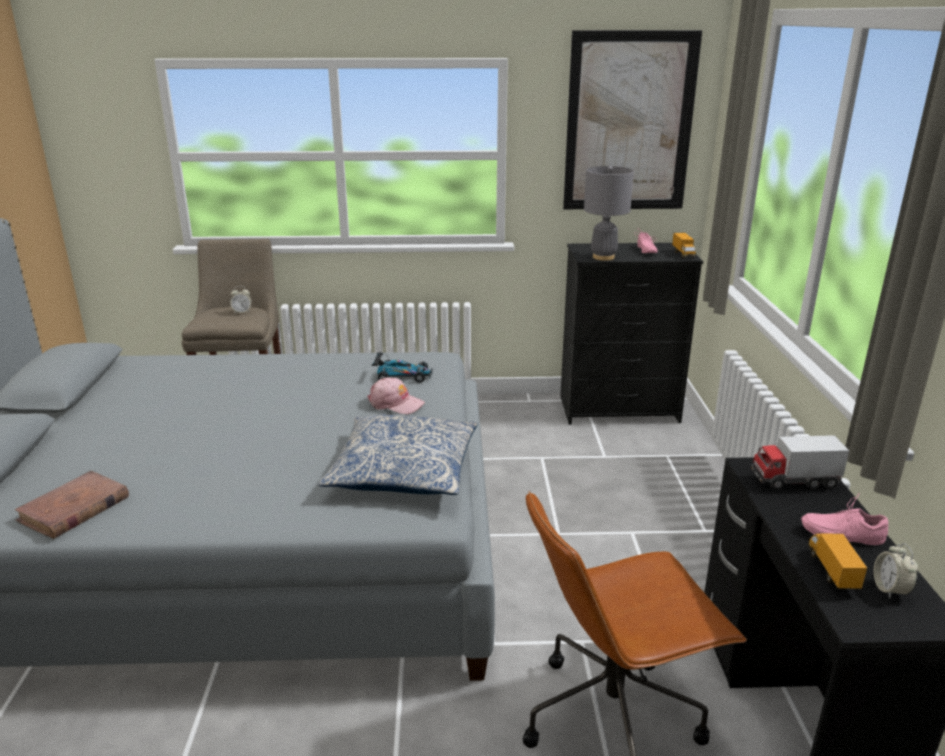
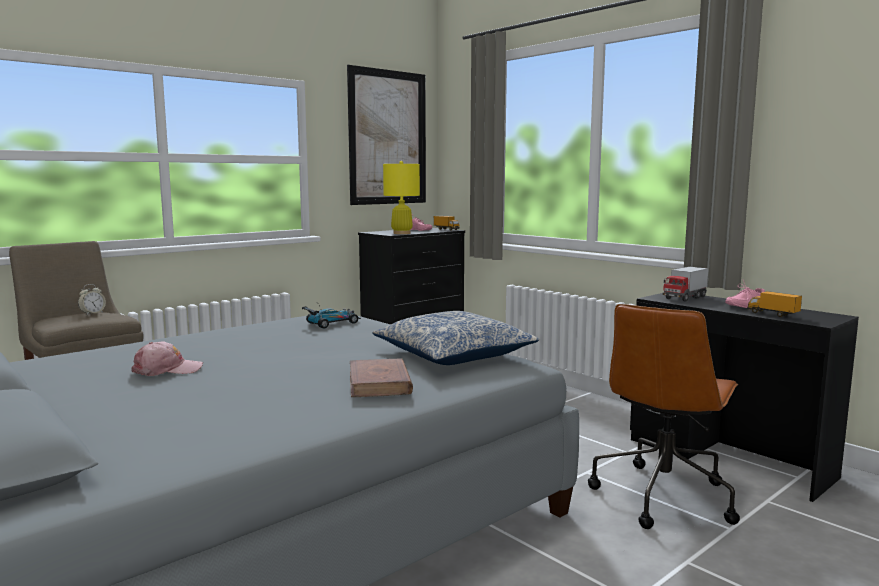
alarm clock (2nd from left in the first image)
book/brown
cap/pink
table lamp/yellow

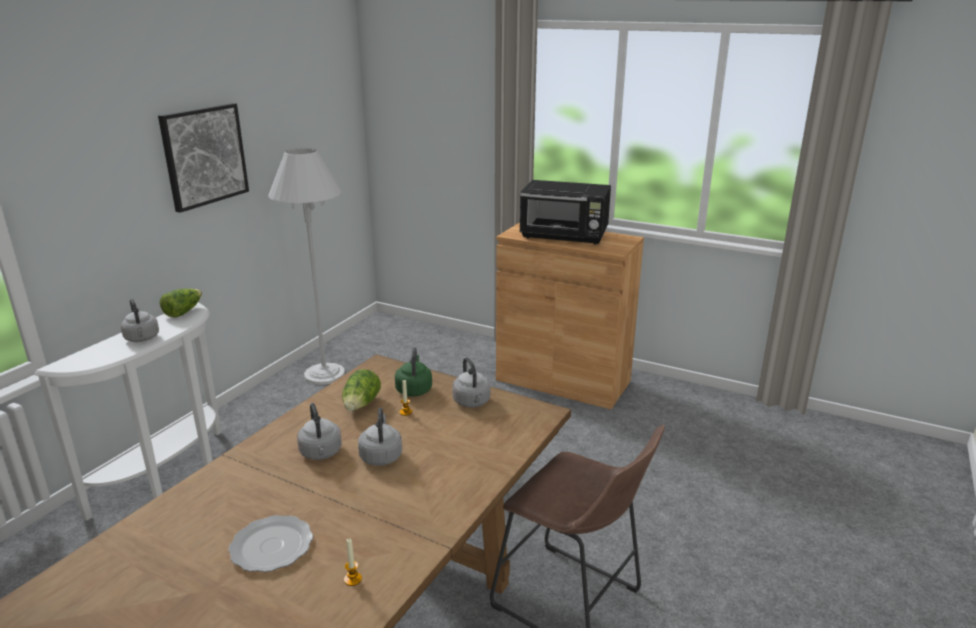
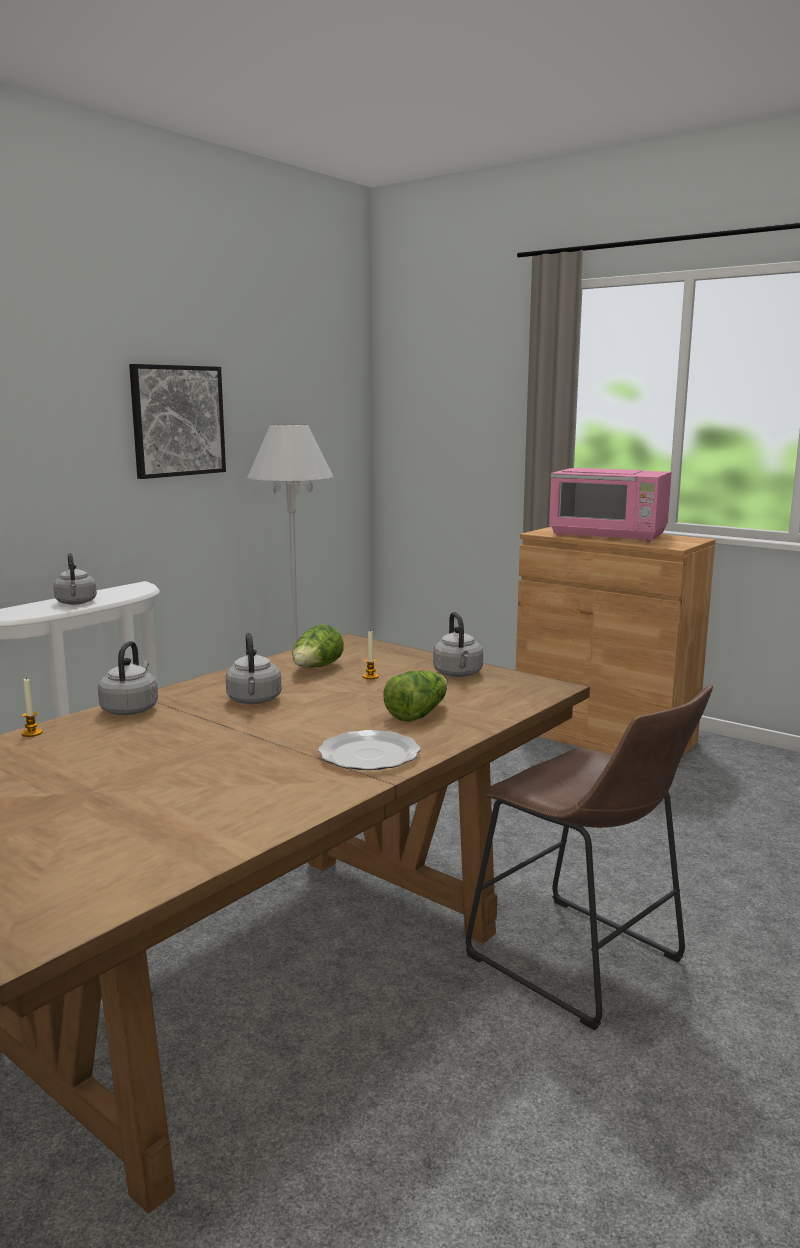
kettle/green
lettuce (2nd from left)
plate
candle (1st from left)
kettle/grey (2nd from left)
microwave/pink

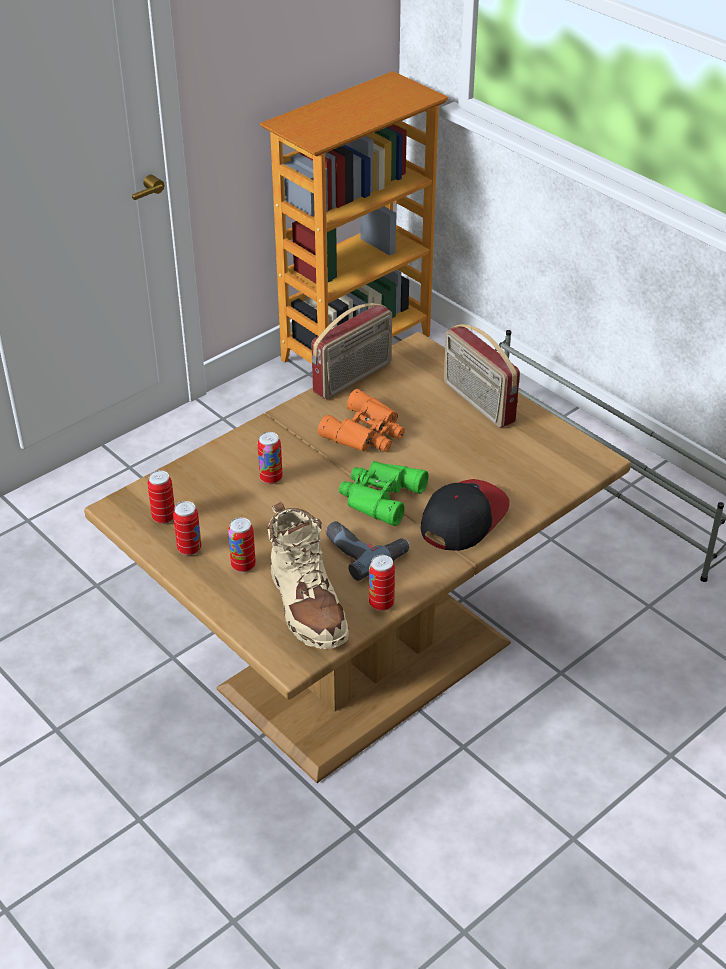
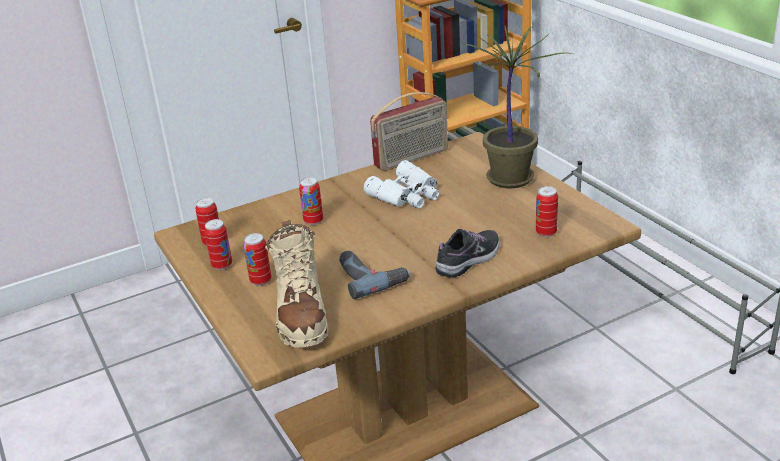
binoculars/green
can (5th from left)
shoe
potted plant
binoculars/white

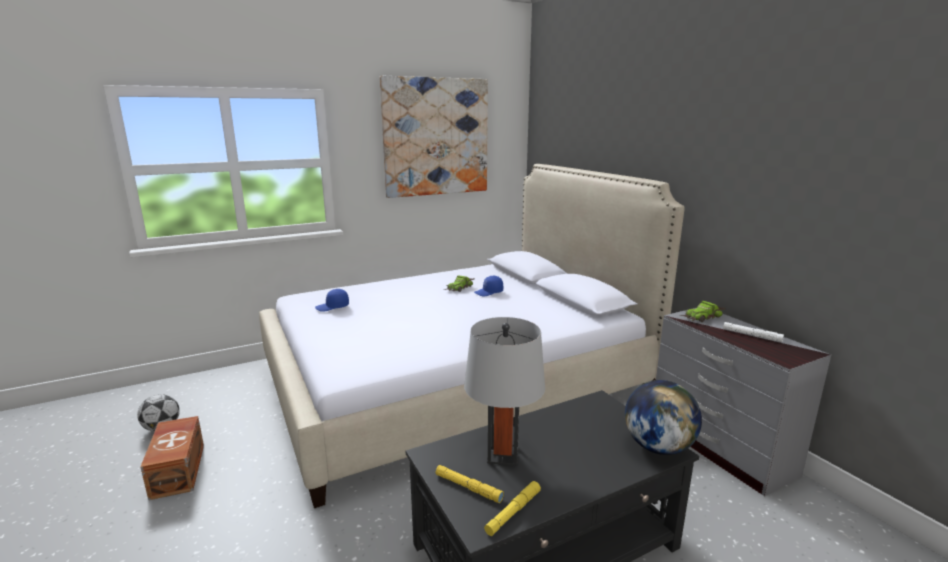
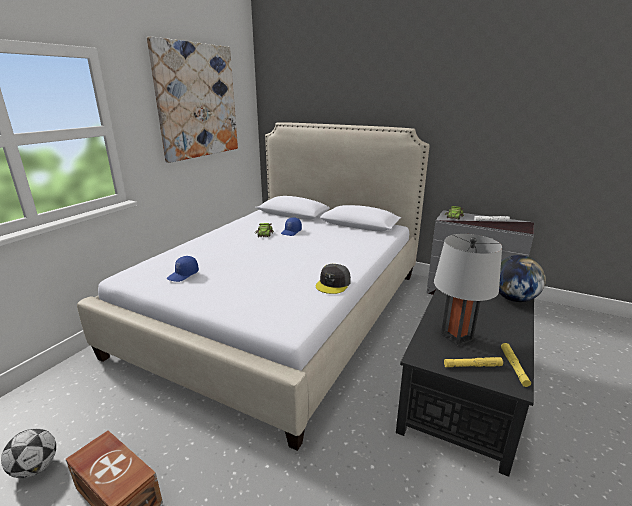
cap/grey

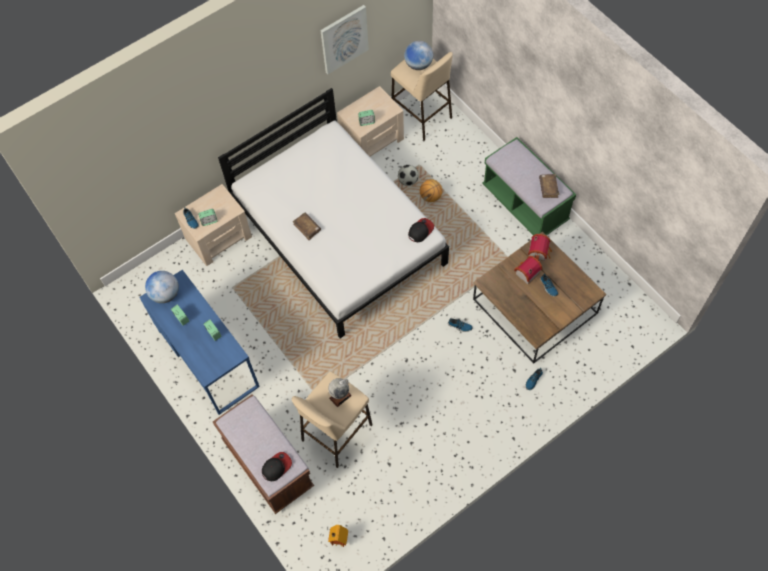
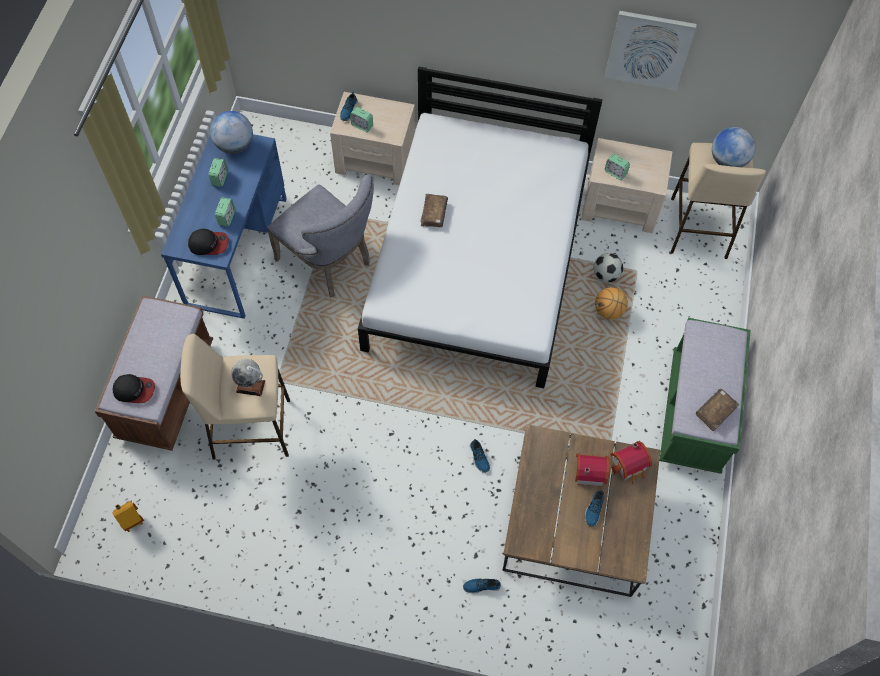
chair/grey
cap (2nd from left)

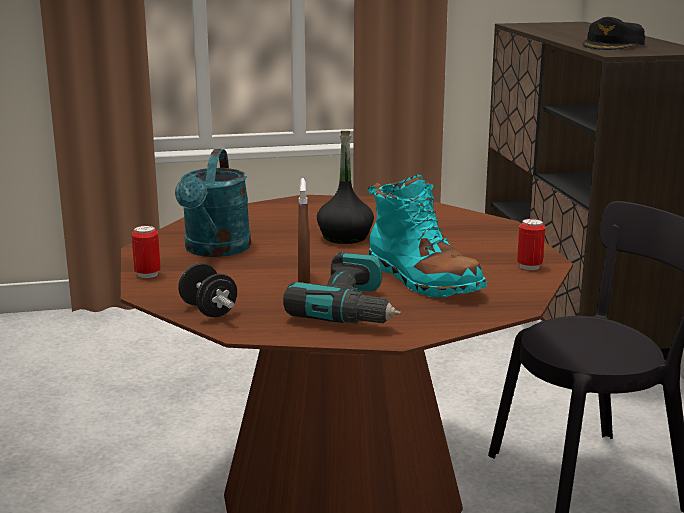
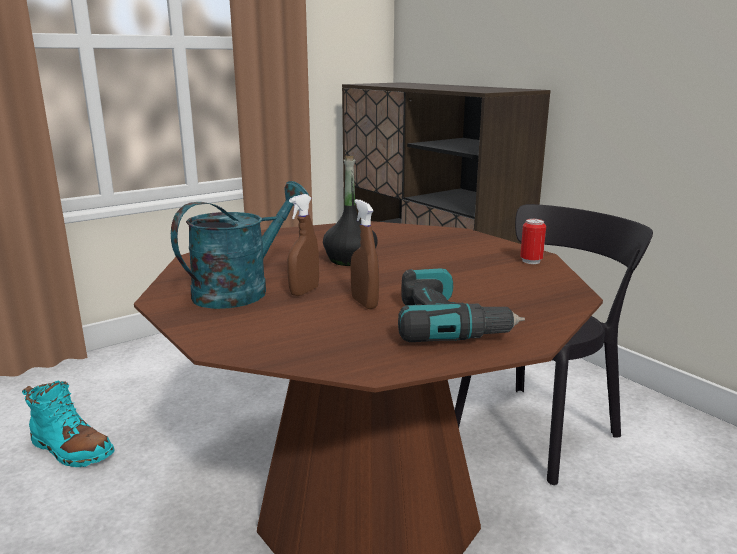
can (1st from left in the first image)
dumbbell/black
cap/black
spray bottle/brown (1st from left)
boot/turquoise
watering can/turquoise

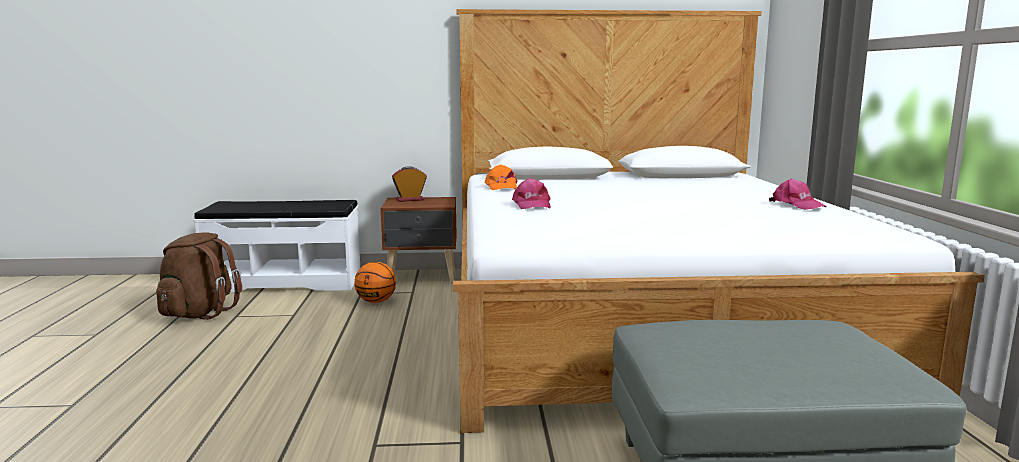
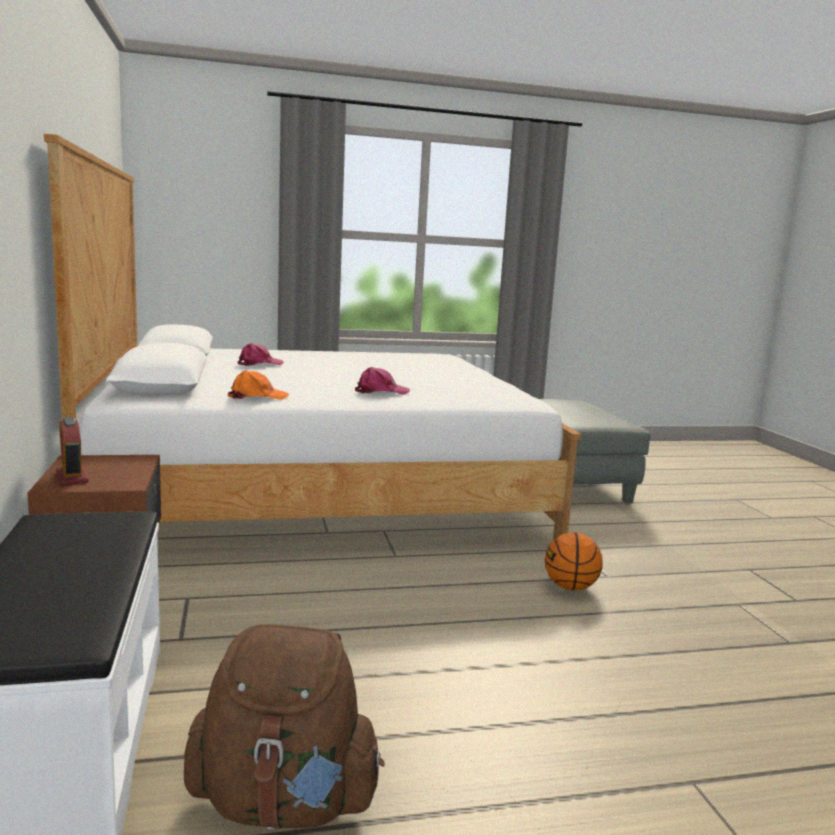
basketball
cap/pink (1st from left)

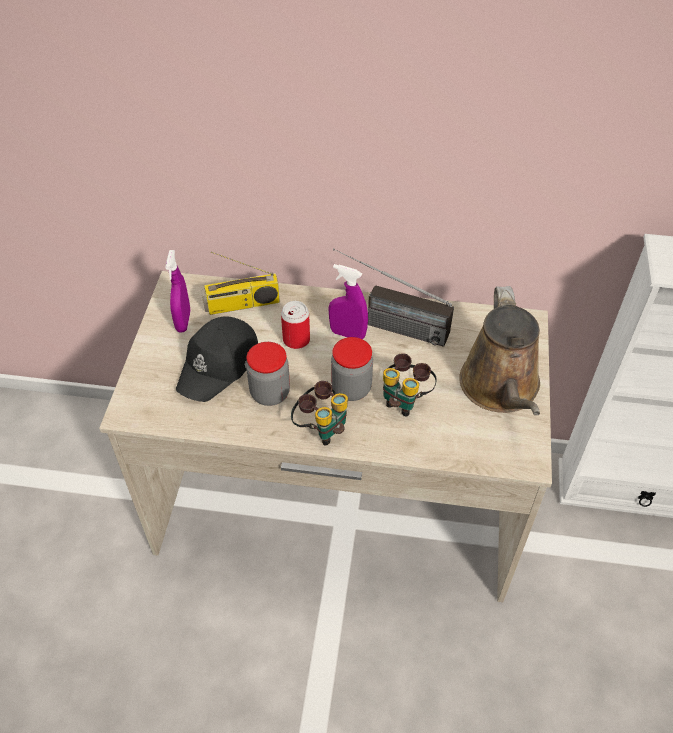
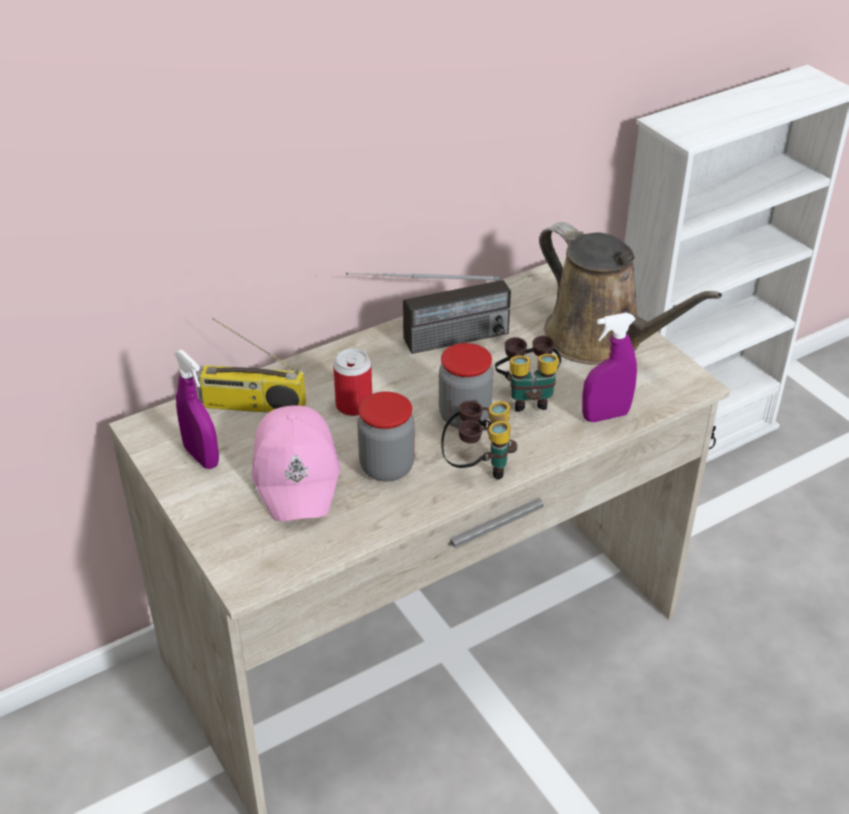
spray bottle/purple (2nd from left)
cap/pink
radio (1st from left)

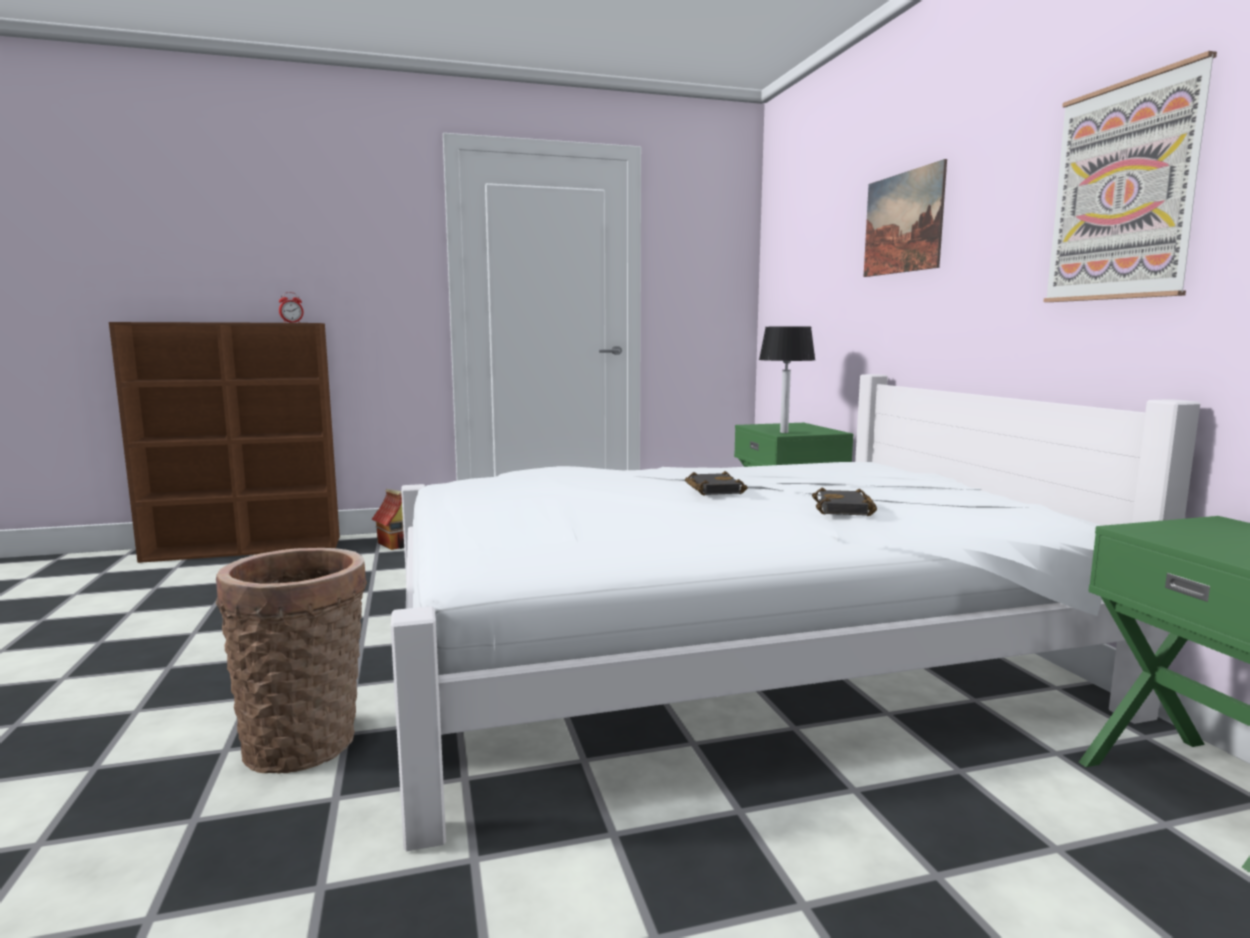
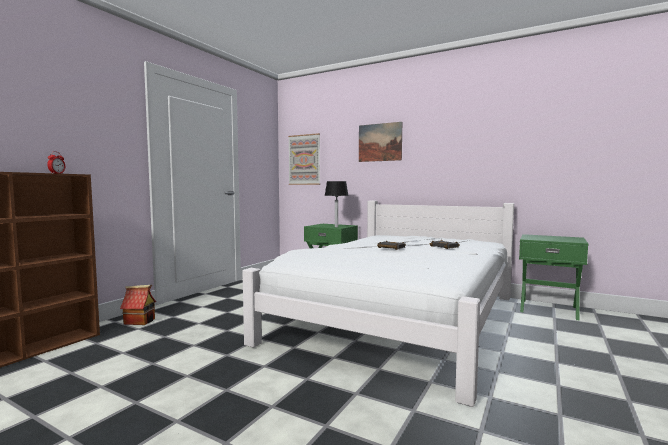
basket
picture (1st from left)

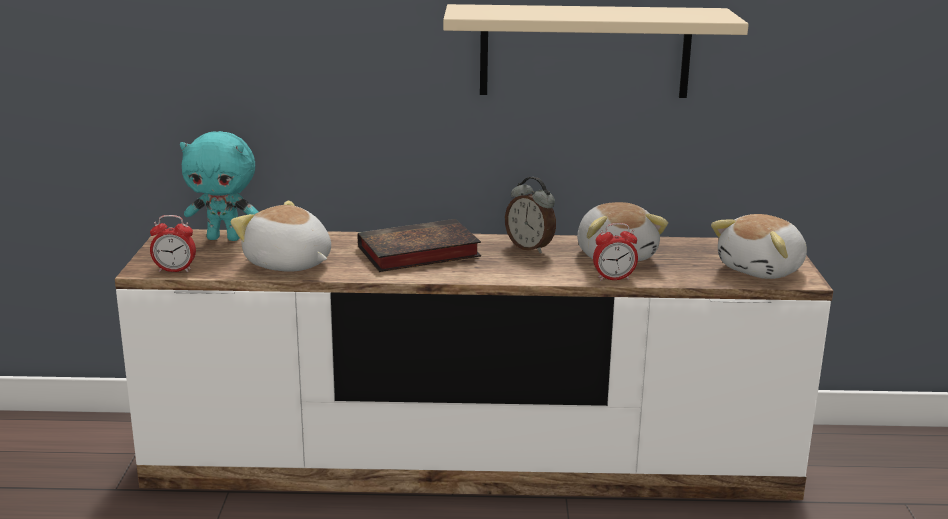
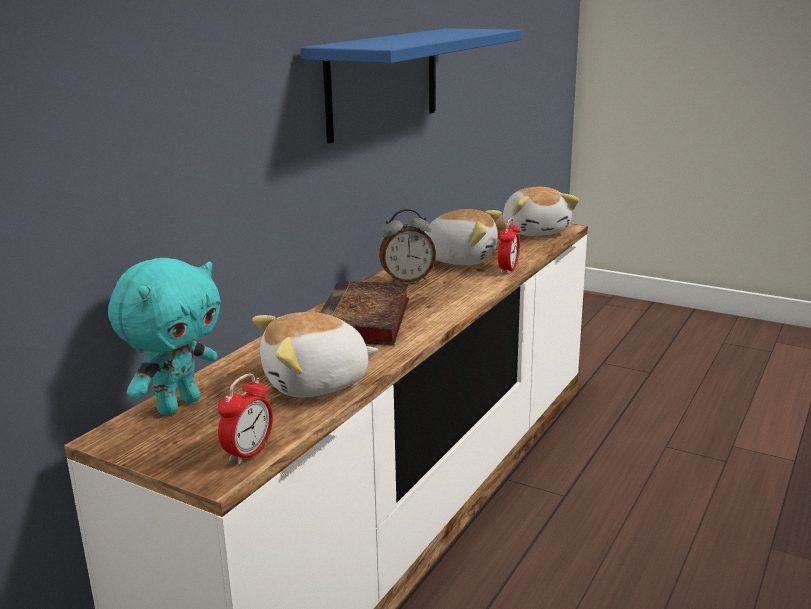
shelf/blue

